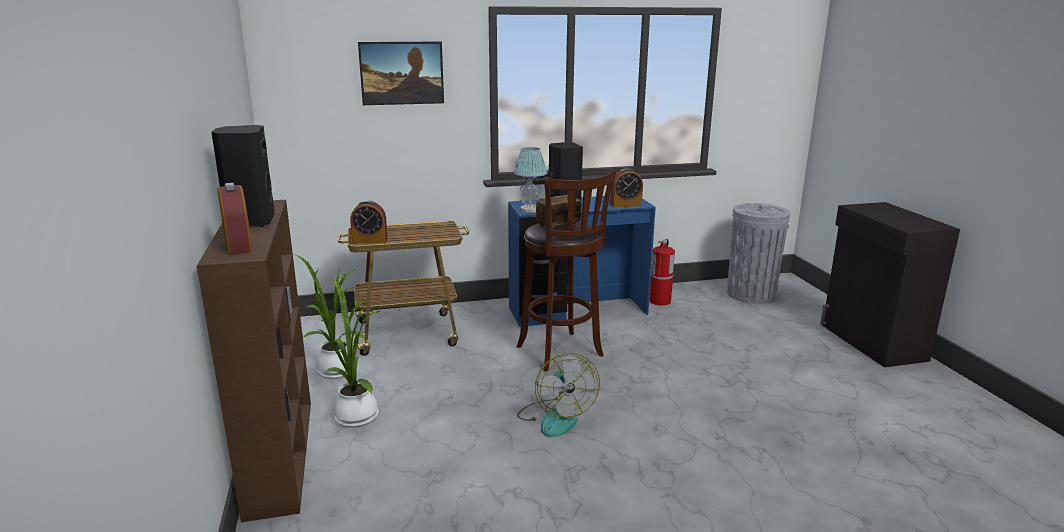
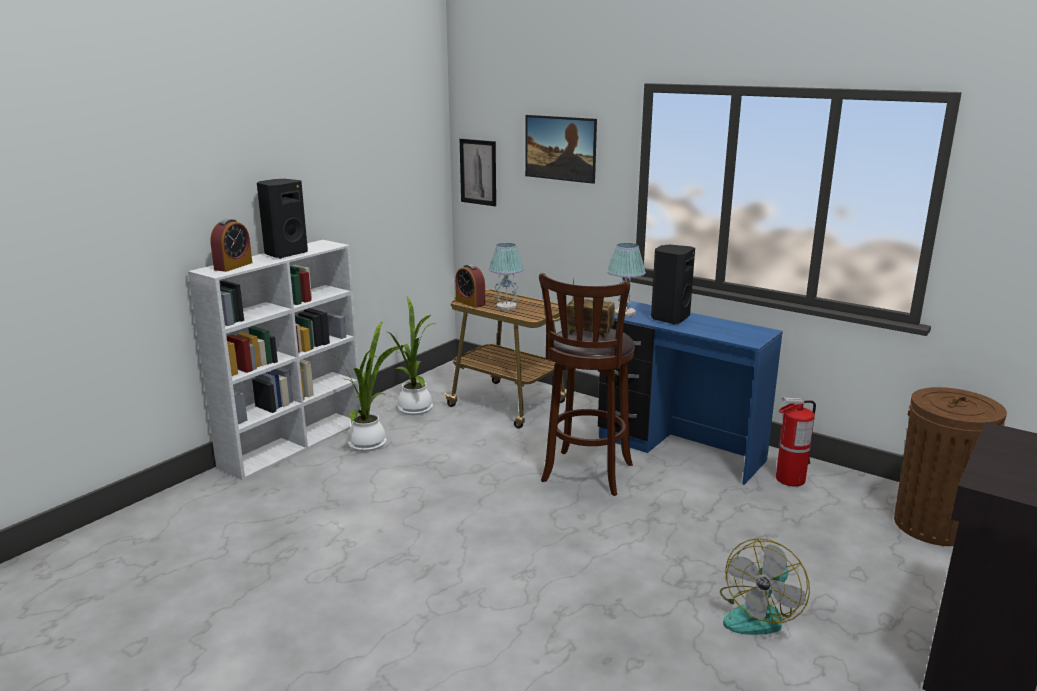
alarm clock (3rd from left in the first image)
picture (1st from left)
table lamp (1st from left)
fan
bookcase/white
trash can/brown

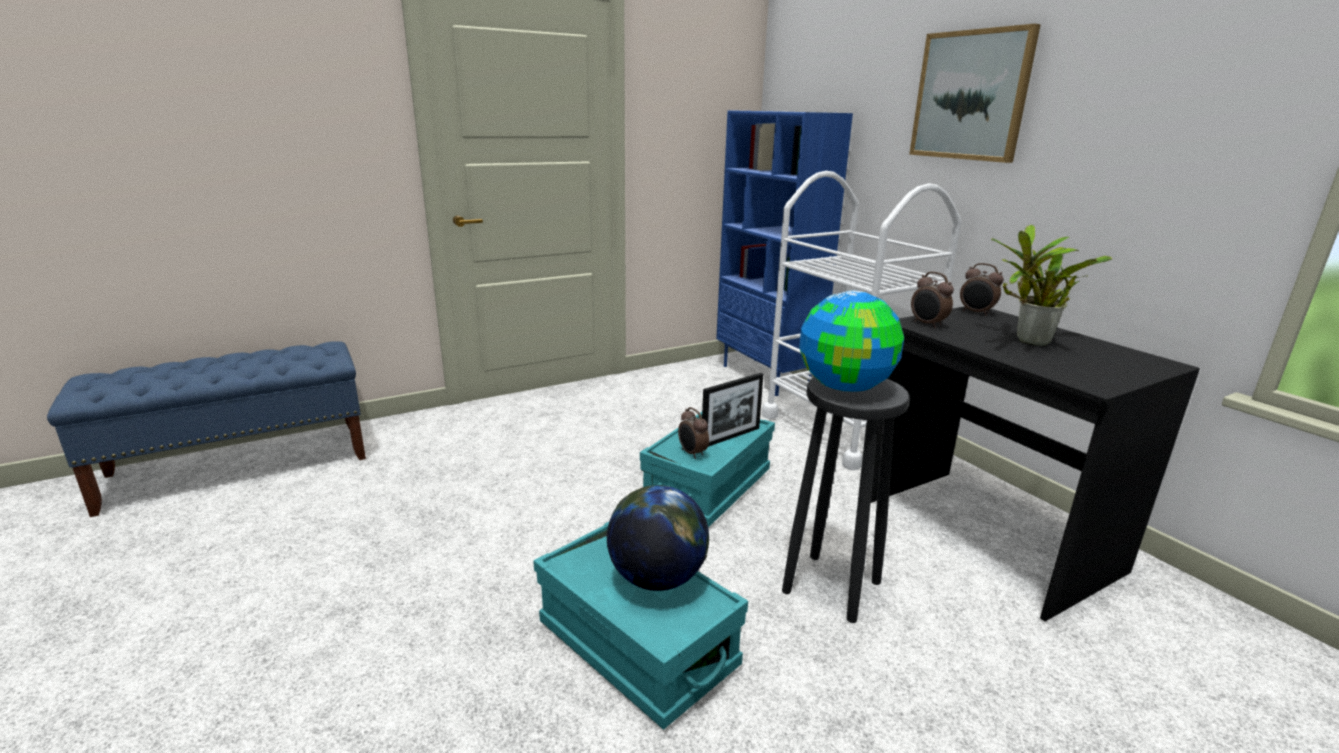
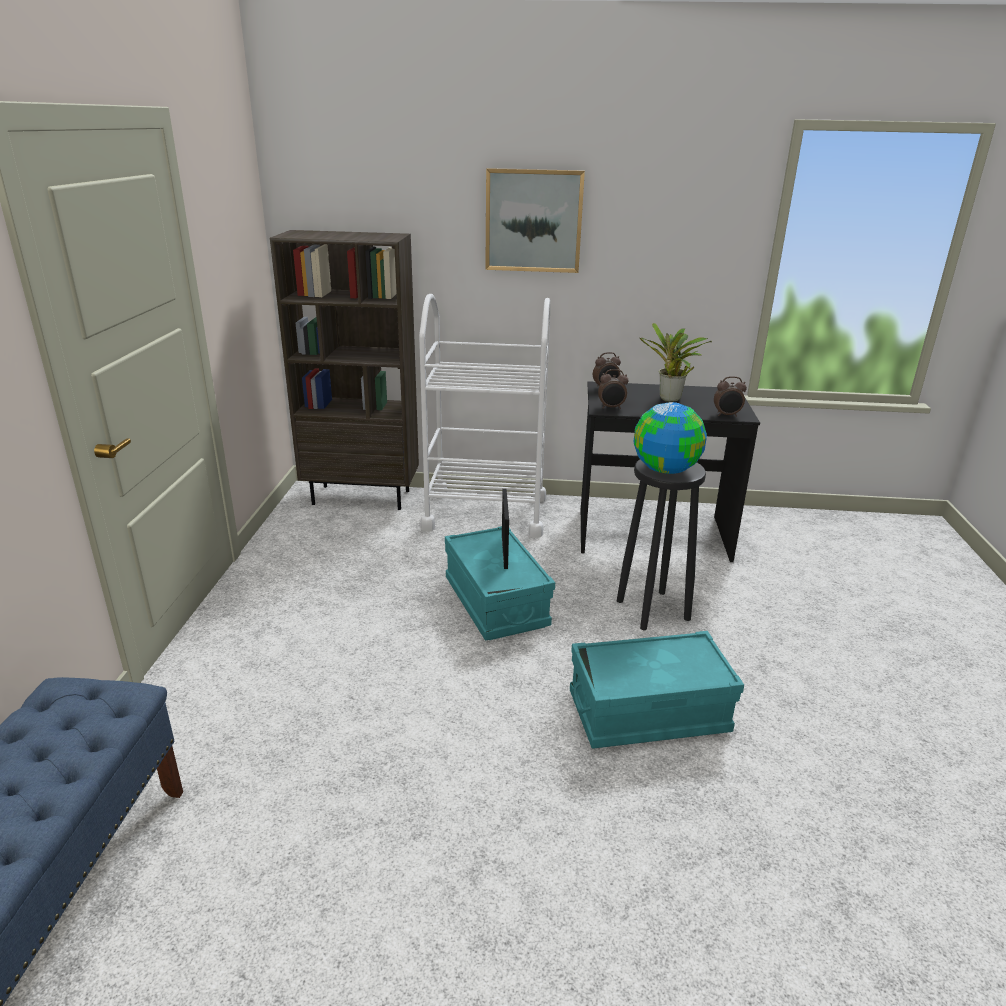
globe (1st from left in the first image)
alarm clock (3rd from left)
bookcase/brown

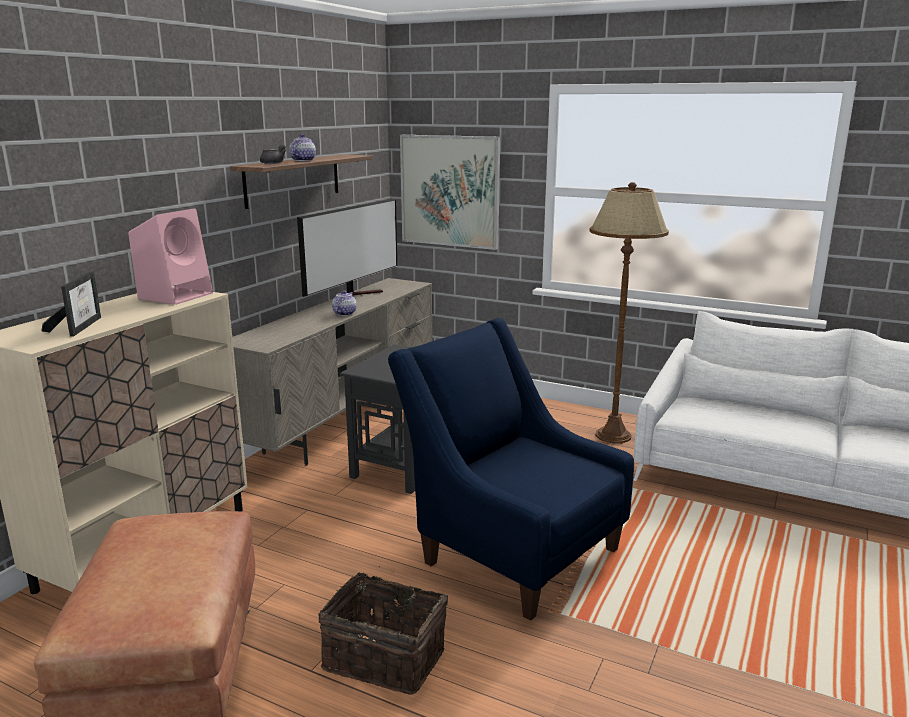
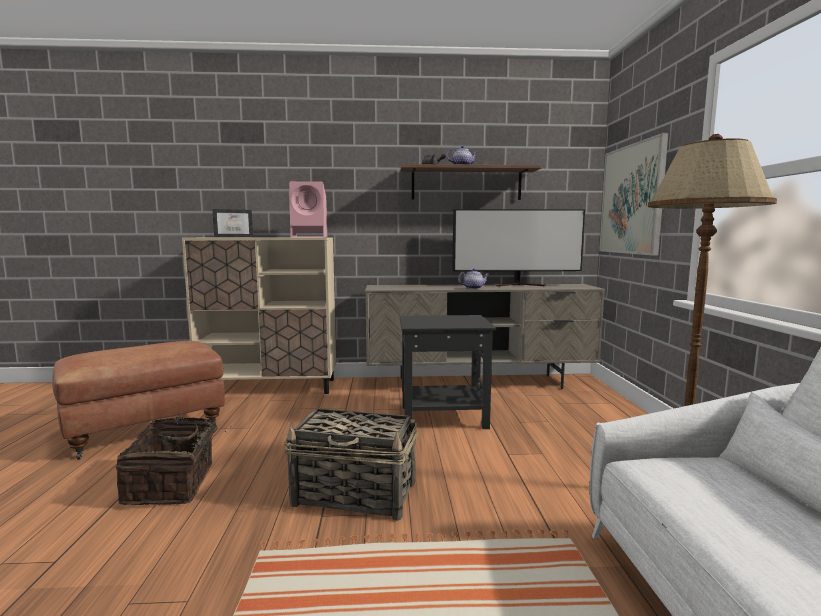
basket (2nd from left)

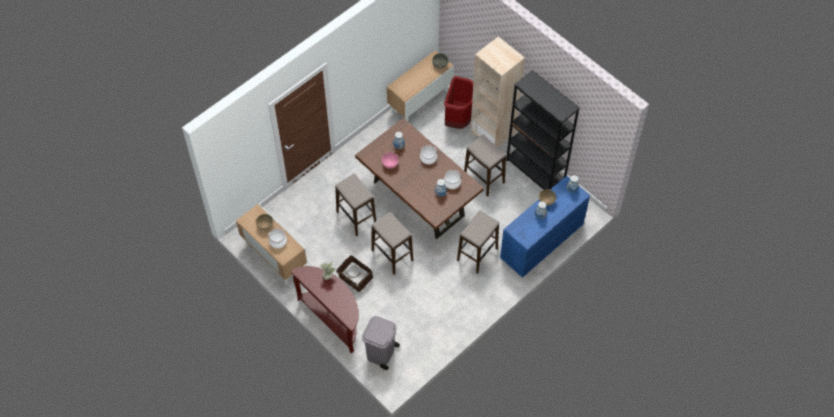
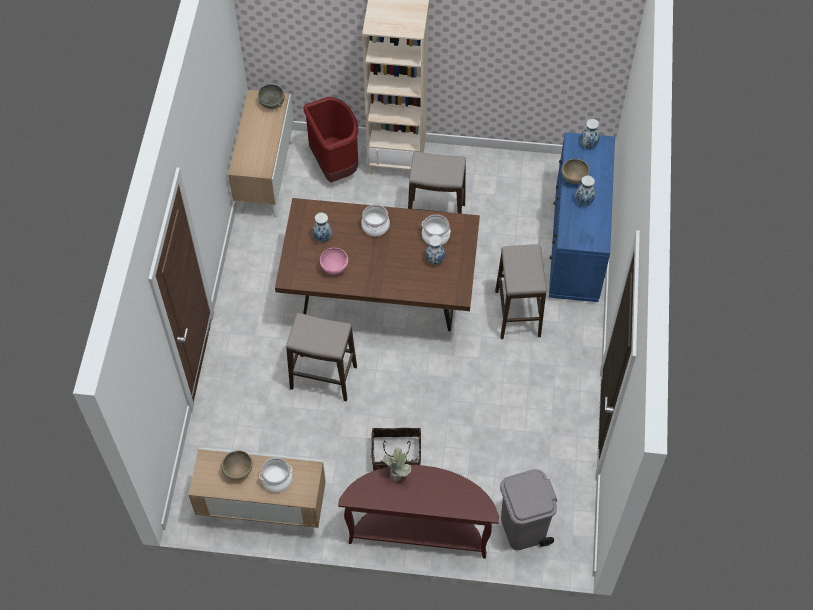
stool (2nd from left in the first image)
bookcase/black

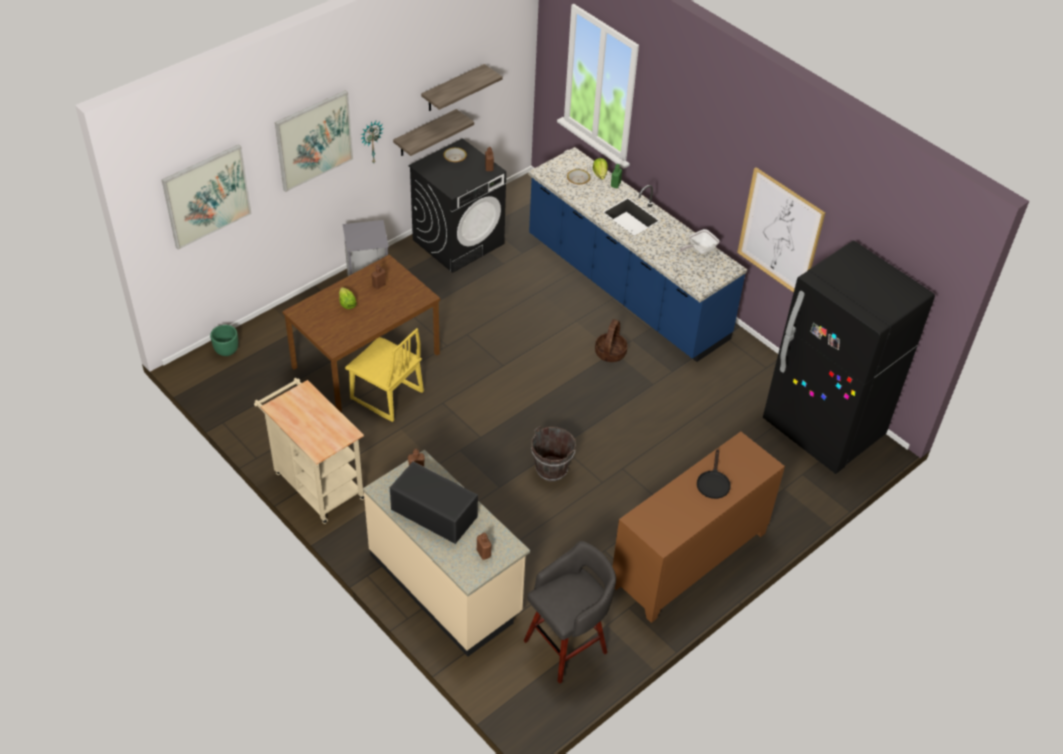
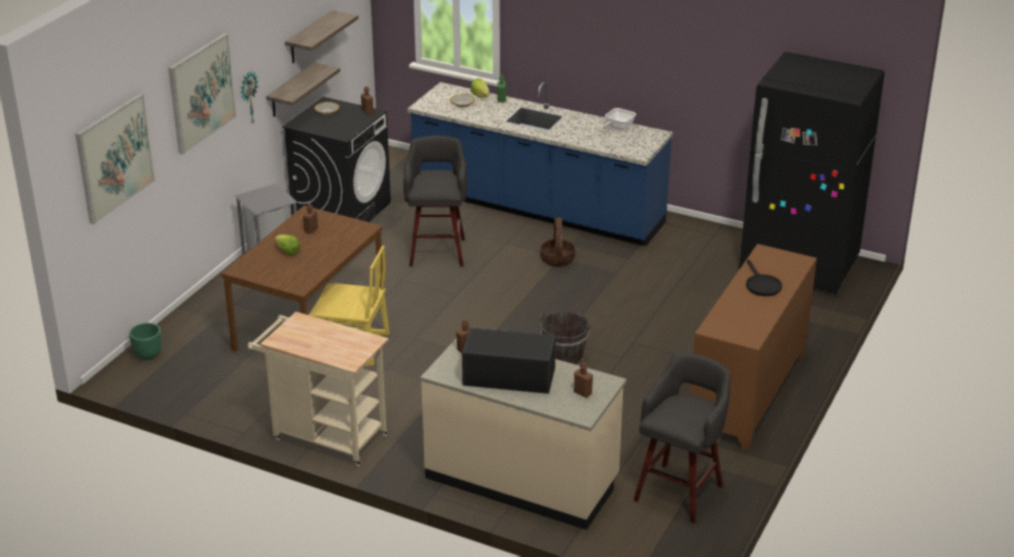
picture (3rd from left in the first image)
stool/grey (1st from left)

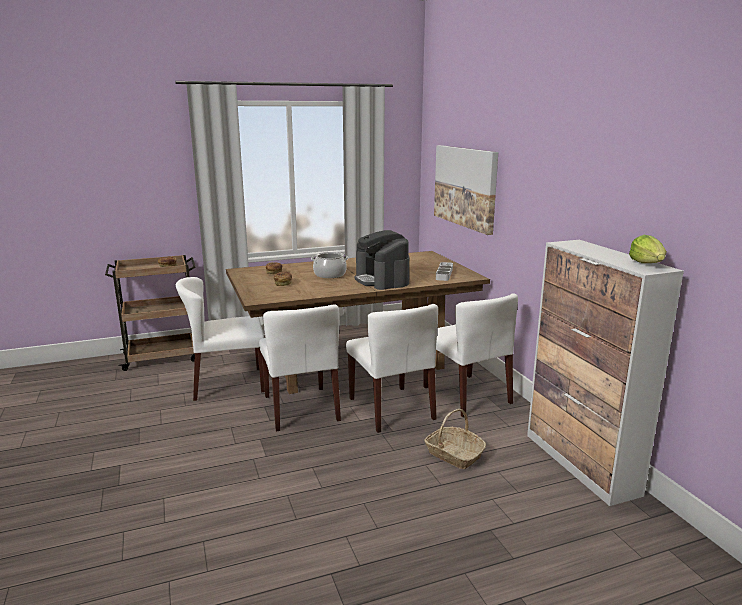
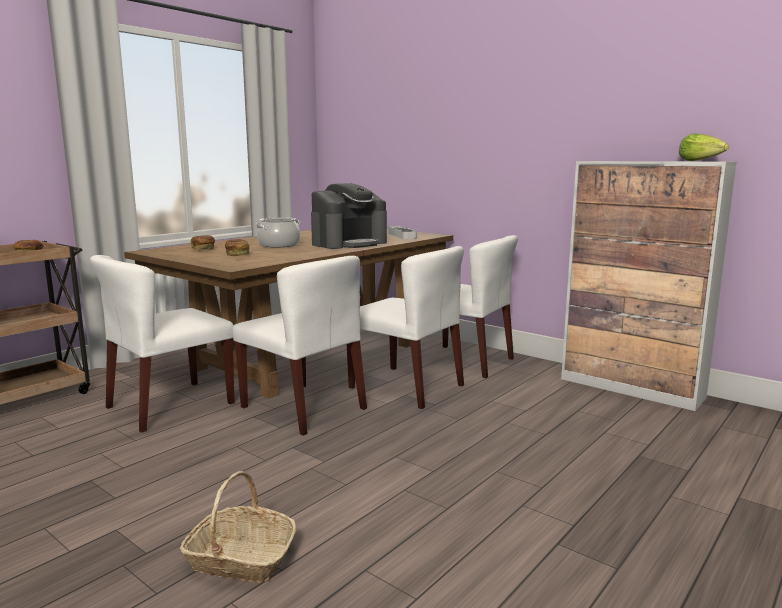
picture
basket
coffee machine

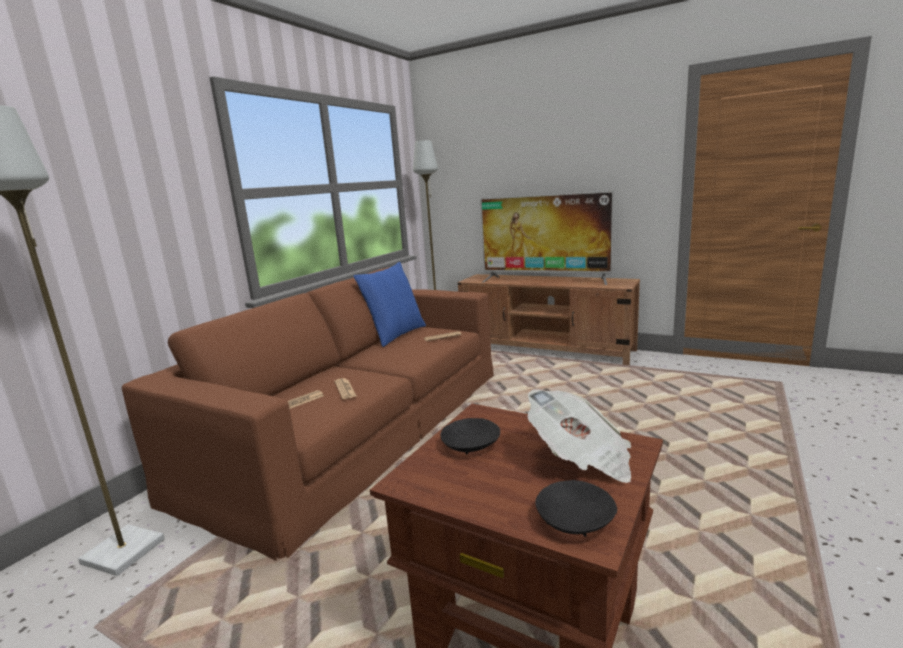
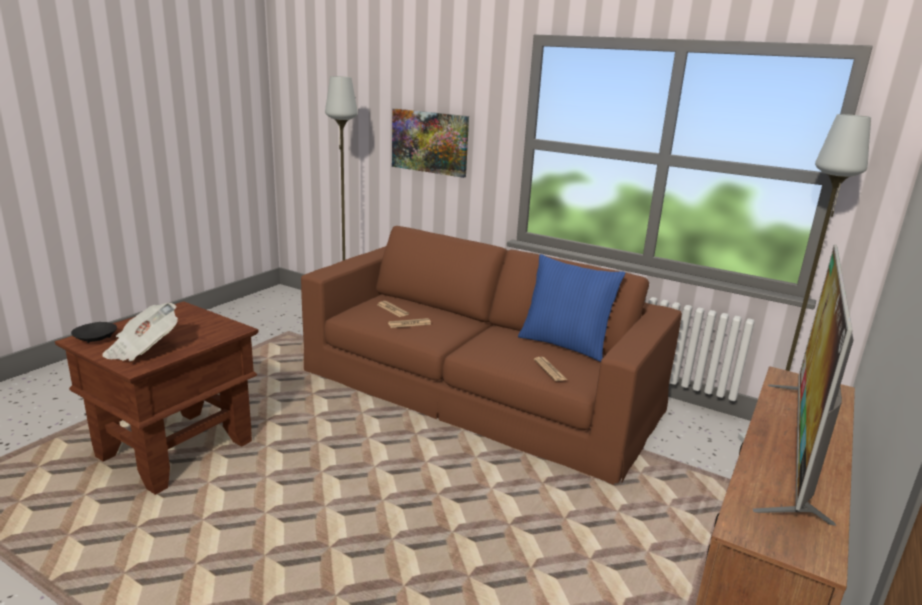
bowl/black (1st from left in the first image)
picture

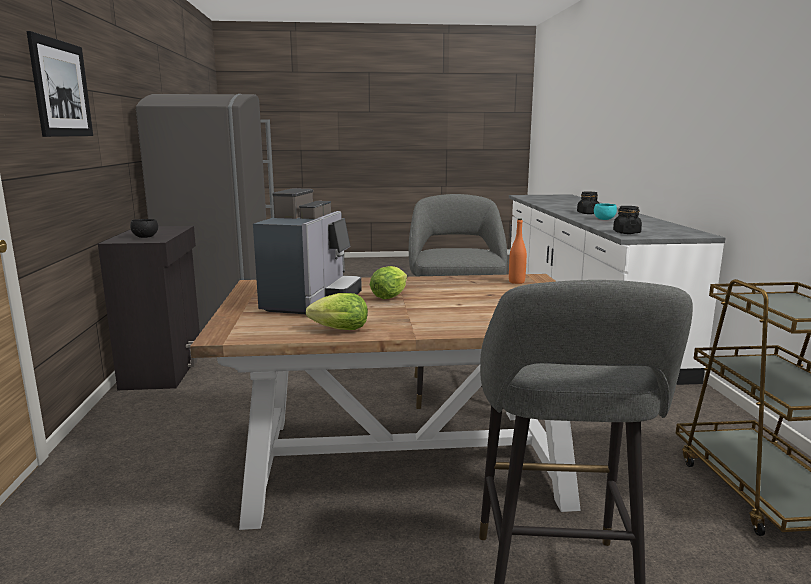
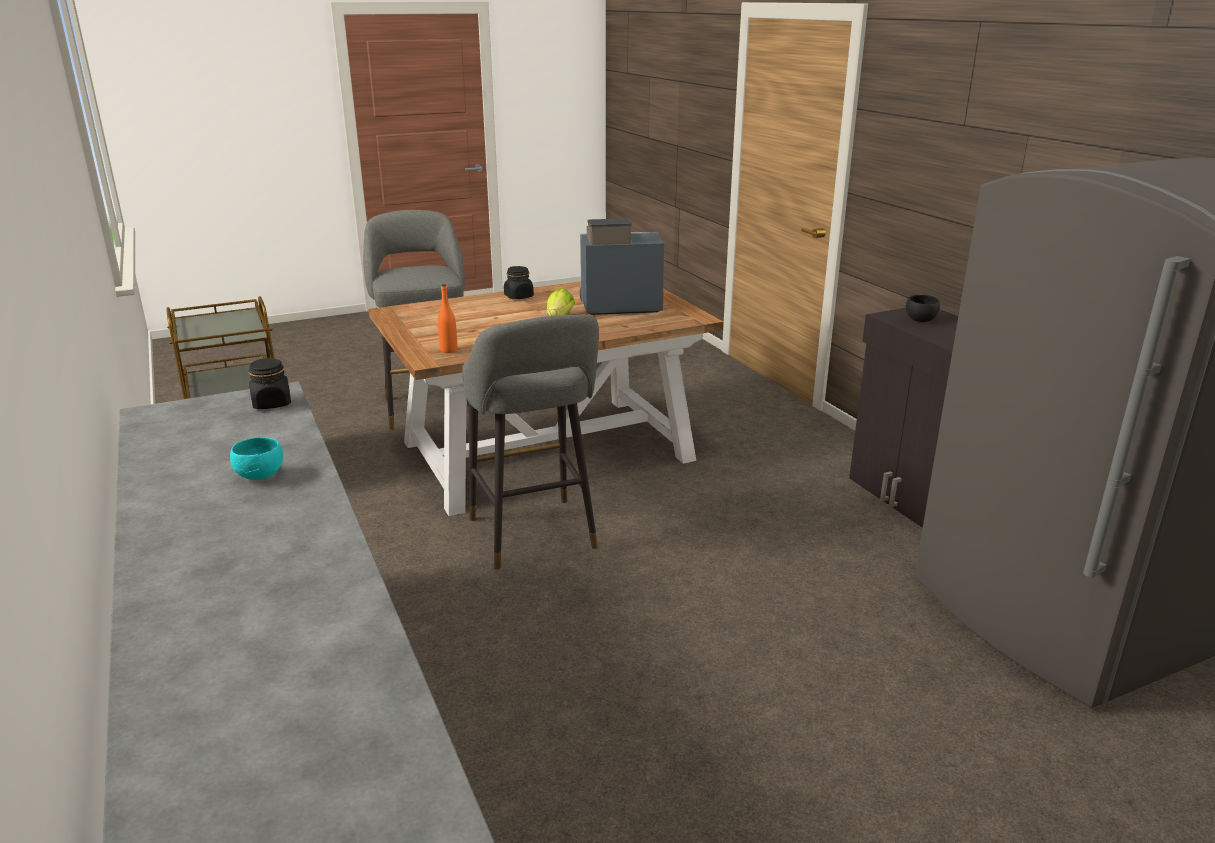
picture
lettuce (1st from left in the first image)
jar/black (2nd from left)
coffee machine

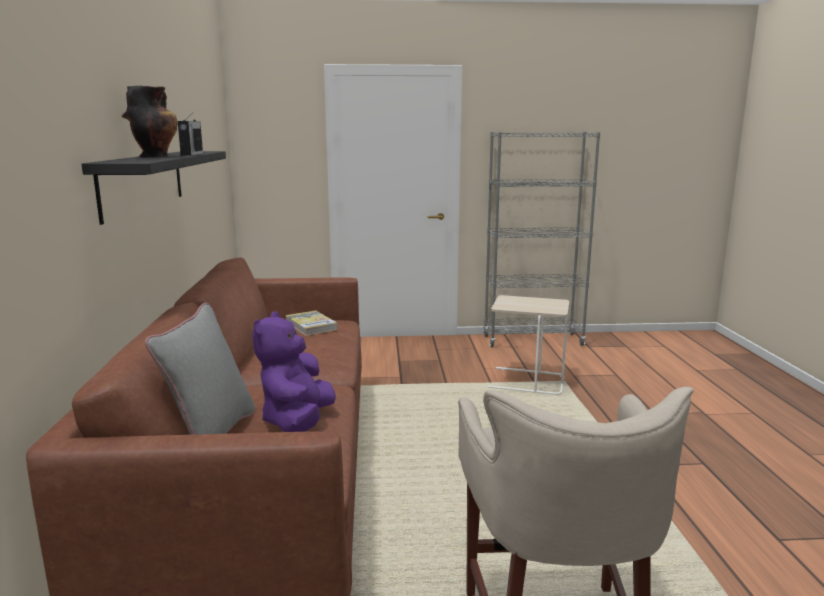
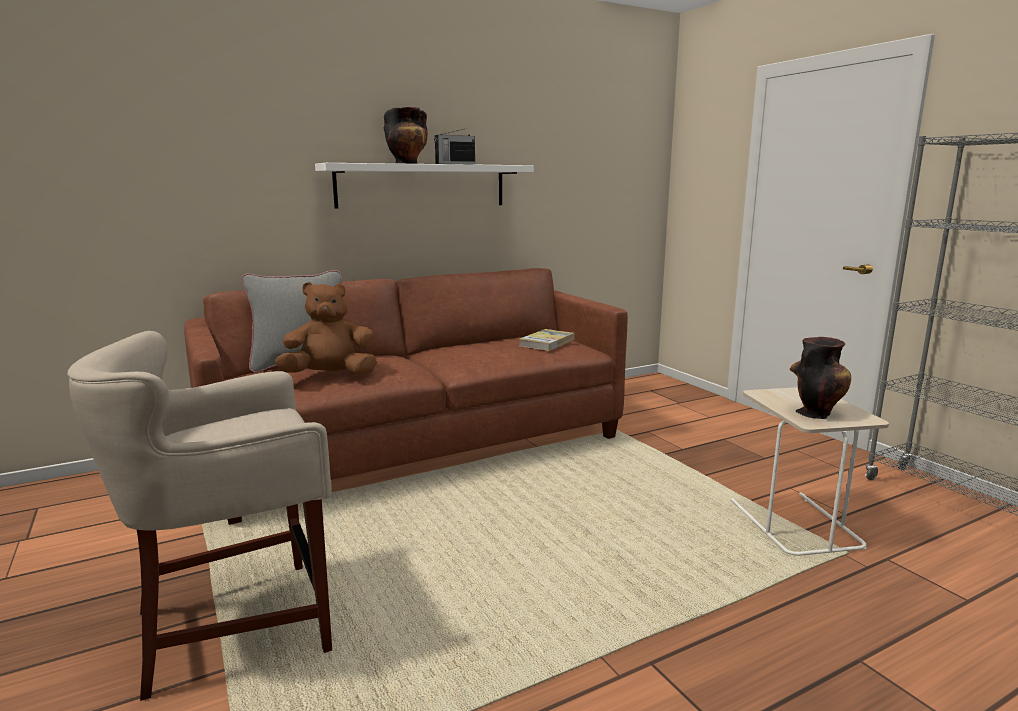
vase (2nd from left)
shelf/white
plush toy/brown

